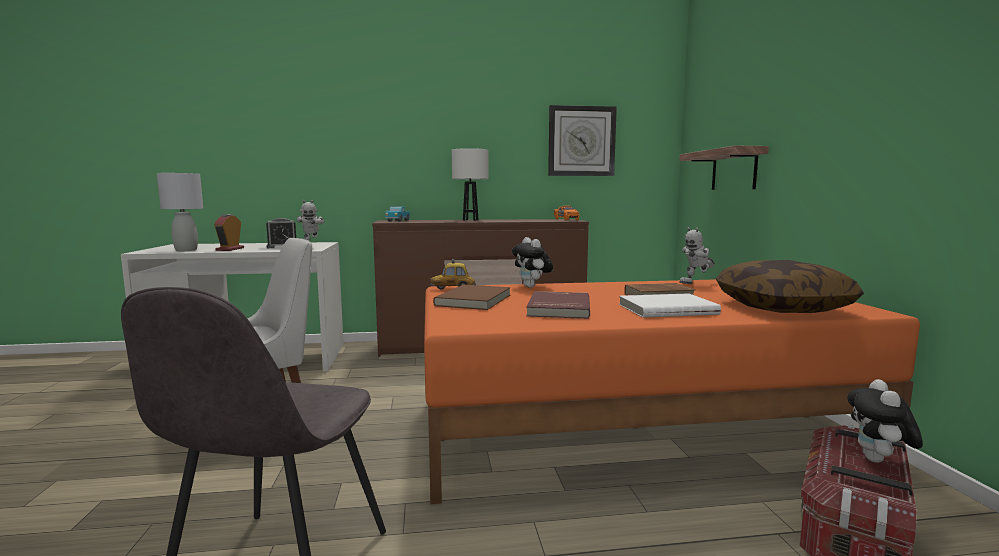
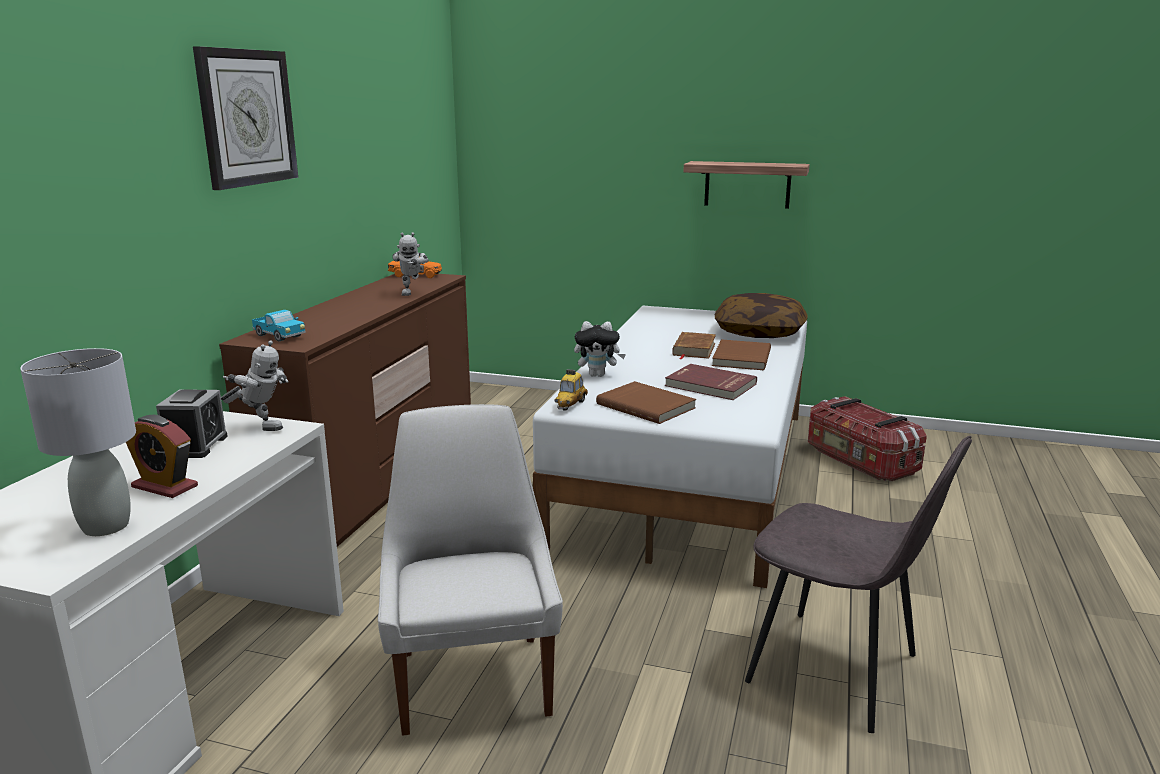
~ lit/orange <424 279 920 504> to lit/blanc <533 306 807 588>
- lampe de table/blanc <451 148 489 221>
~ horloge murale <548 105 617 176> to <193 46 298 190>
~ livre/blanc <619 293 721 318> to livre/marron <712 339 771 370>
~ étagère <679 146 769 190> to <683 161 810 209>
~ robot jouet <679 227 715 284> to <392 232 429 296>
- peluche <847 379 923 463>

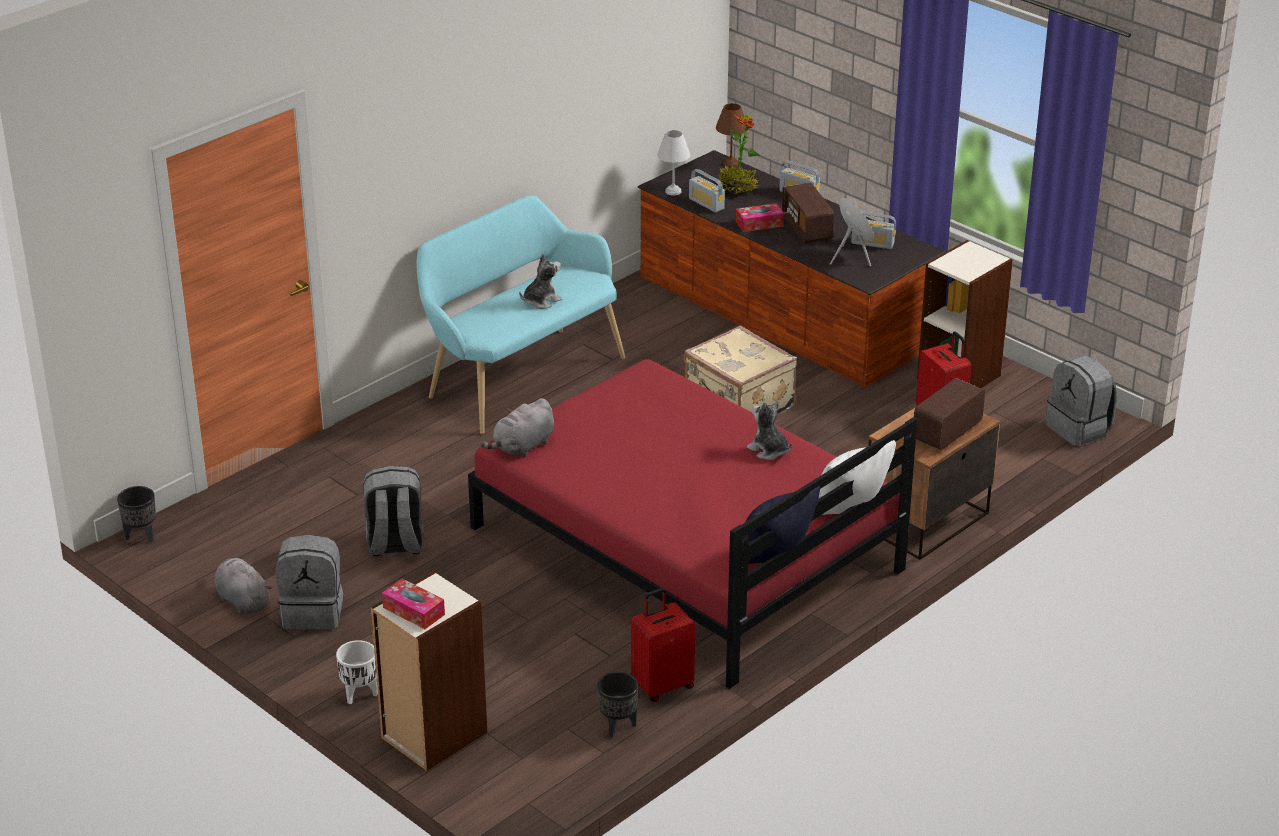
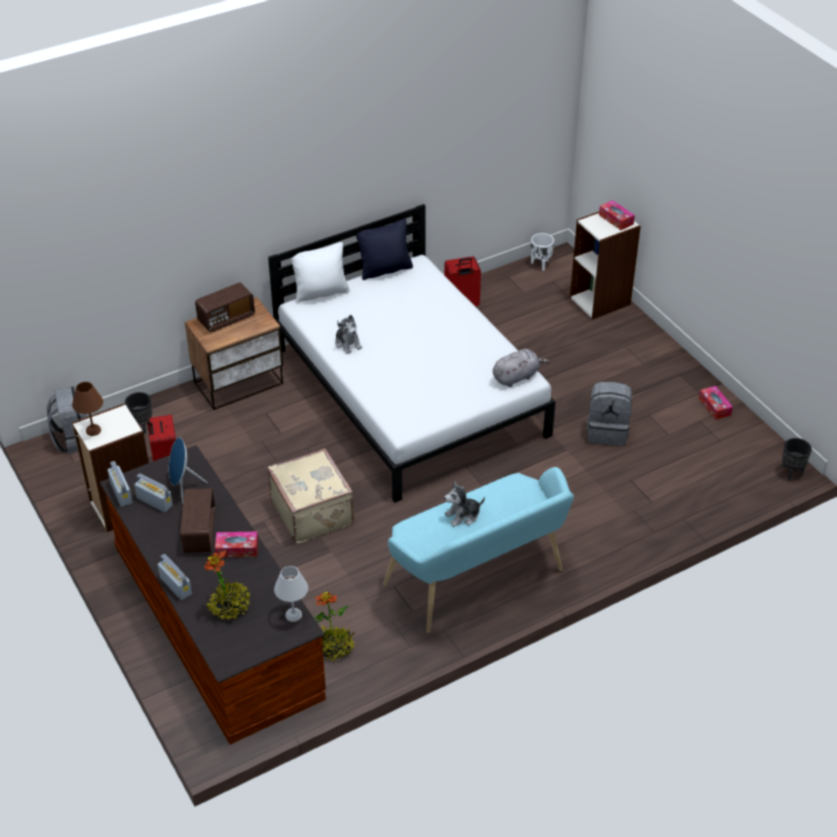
~ peluche/gris <215 558 272 615> to boîte à mouchoirs <699 386 733 420>
- sac à dos/gris <276 535 343 630>
~ cache-pot/blanc <336 640 377 705> to <531 233 554 271>
~ lit/rouge <468 359 917 689> to lit/blanc <268 204 555 503>
~ cache-pot/noir <597 672 638 738> to <125 392 152 434>
~ radio <689 169 725 212> to <108 461 132 507>
~ lampe de table/marron <716 103 747 168> to <72 382 103 436>
+ plante en pot <314 592 355 661>

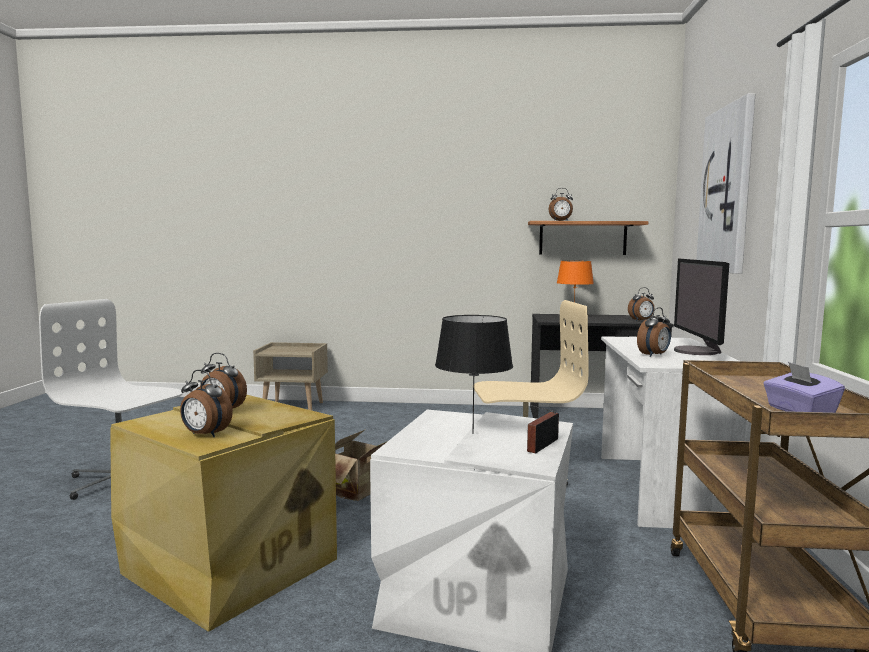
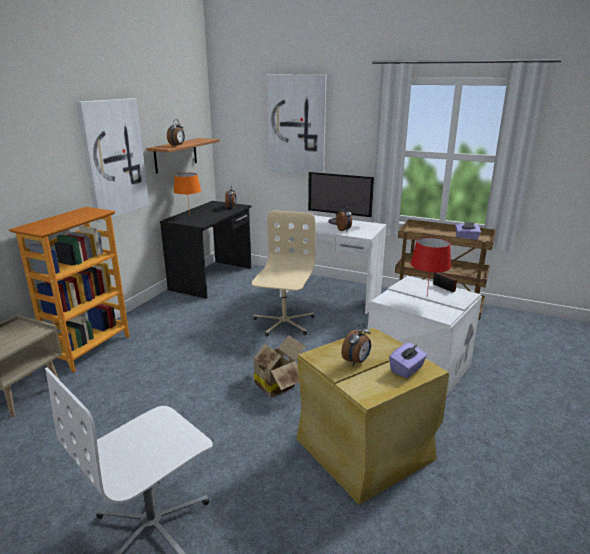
~ réveil <180 370 233 437> to boîte à mouchoirs/violet <389 343 427 378>
~ lampe de table/noir <435 315 513 434> to lampe de table/rouge <410 237 451 294>
+ bibliothèque <9 207 130 373>
+ tableau <76 98 149 222>

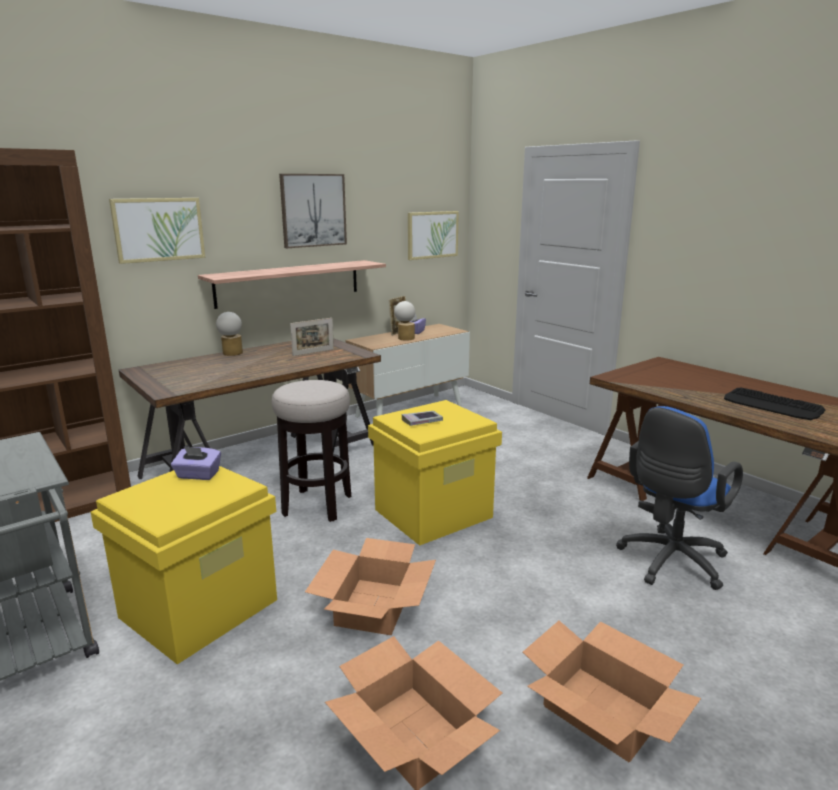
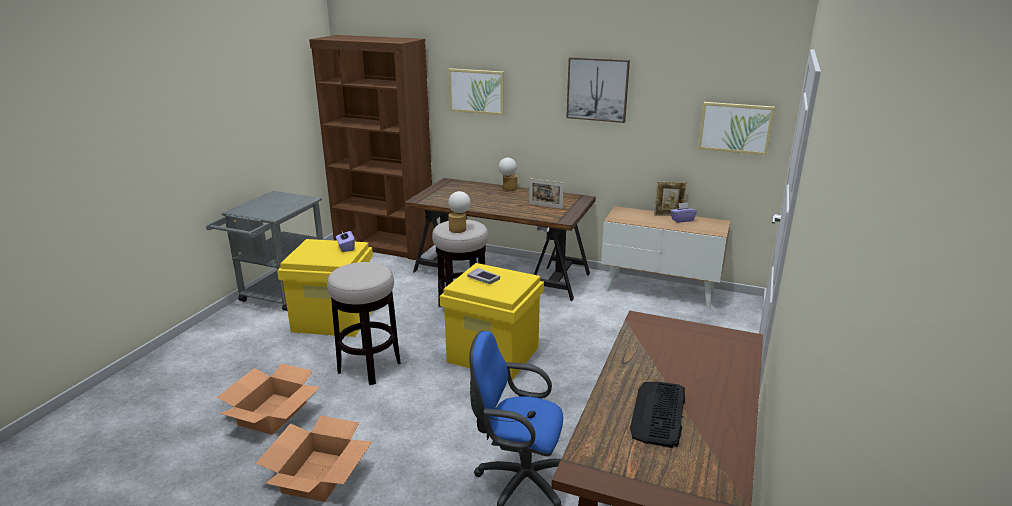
- étagère <198 260 386 309>
~ carton <305 538 436 635> to tabouret <327 262 401 385>
~ lampe de table <394 301 415 341> to <448 191 471 233>

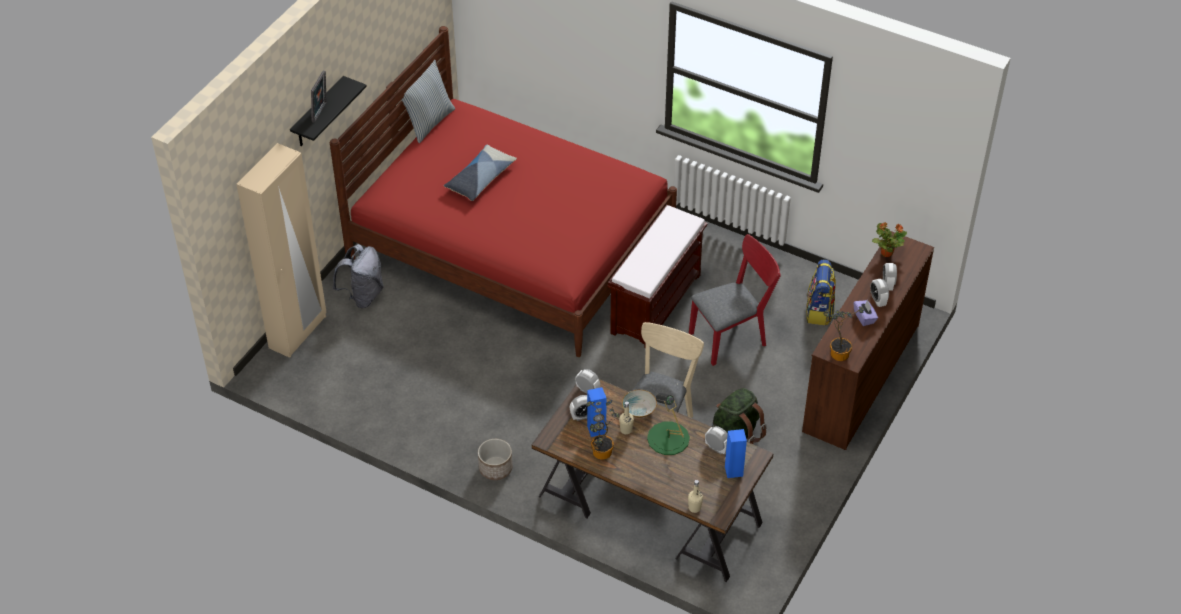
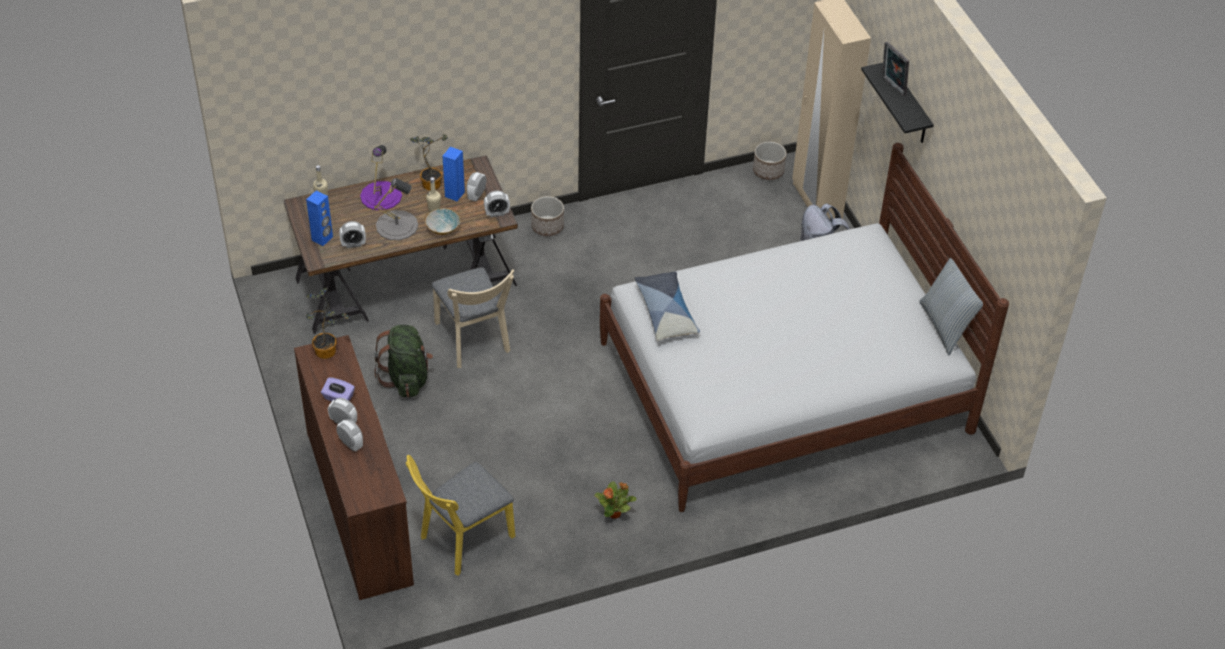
~ lit/rouge <330 26 677 357> to lit/blanc <600 143 1009 512>
~ coussin <444 145 517 201> to <635 271 700 341>
- banc/marron <608 205 708 348>
~ lampe de table/vert <647 393 690 455> to lampe de table/gris <374 178 418 240>
- chaise/rouge <689 234 781 366>
~ sac à dos <806 259 836 325> to chaise/jaune <406 455 515 576>
~ plante en pot <872 222 907 257> to <595 481 636 518>
+ lampe de table/violet <360 145 402 210>
+ cache-pot <753 142 787 180>

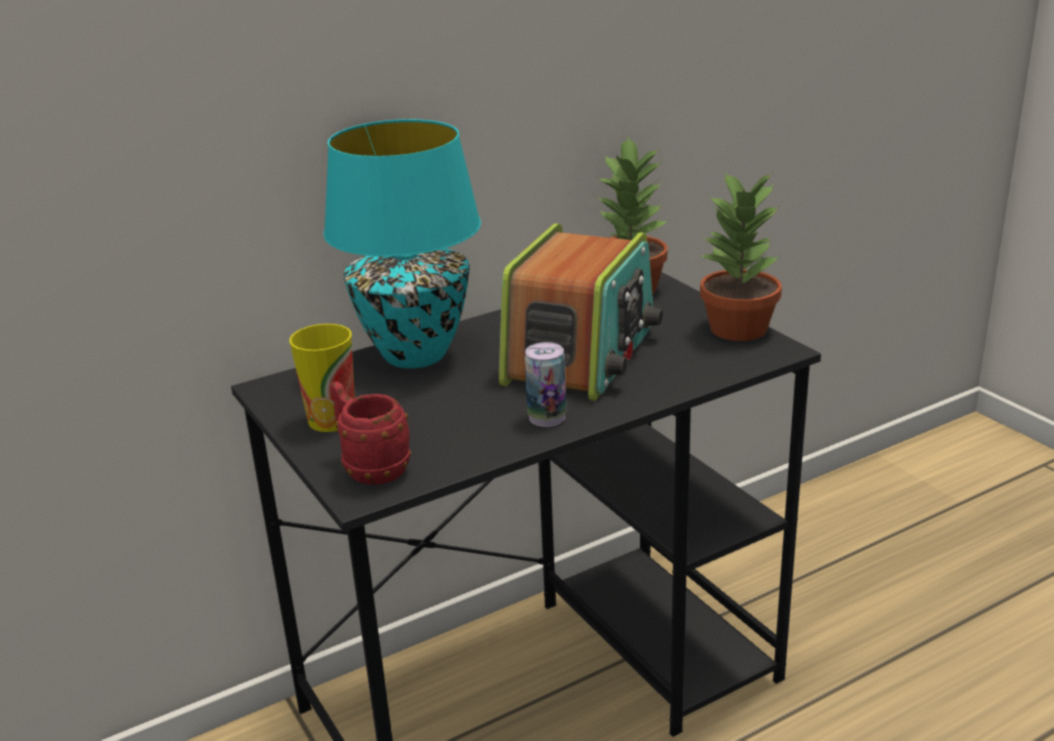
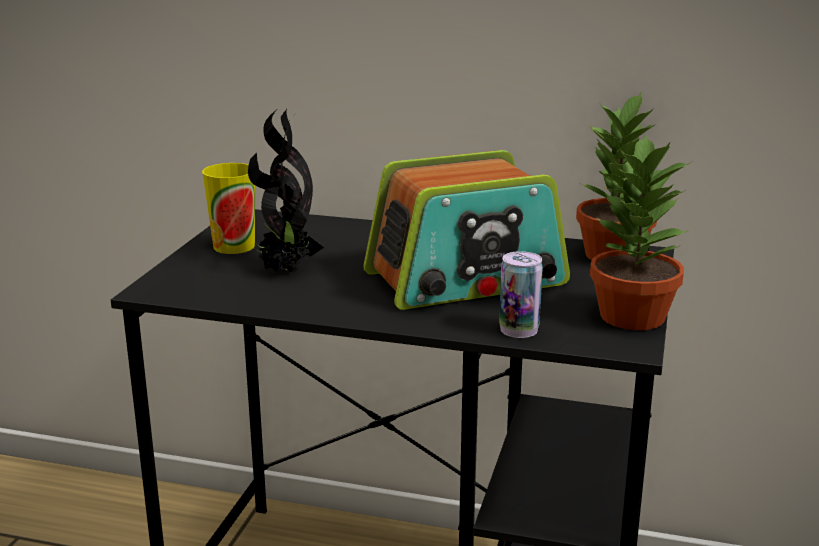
- lampe de table/turquoise <324 119 481 368>
- mug/rouge <330 381 411 485>
~ boîte métallique <525 342 566 427> to <499 251 543 338>
+ plante en pot <248 109 324 273>

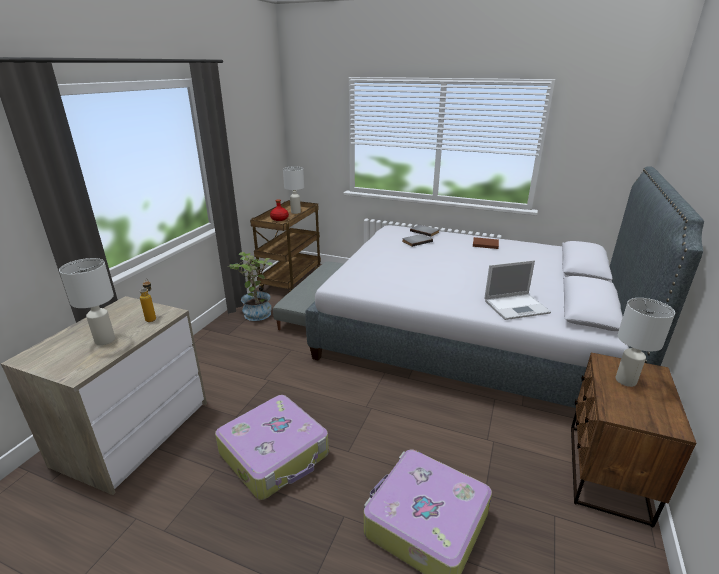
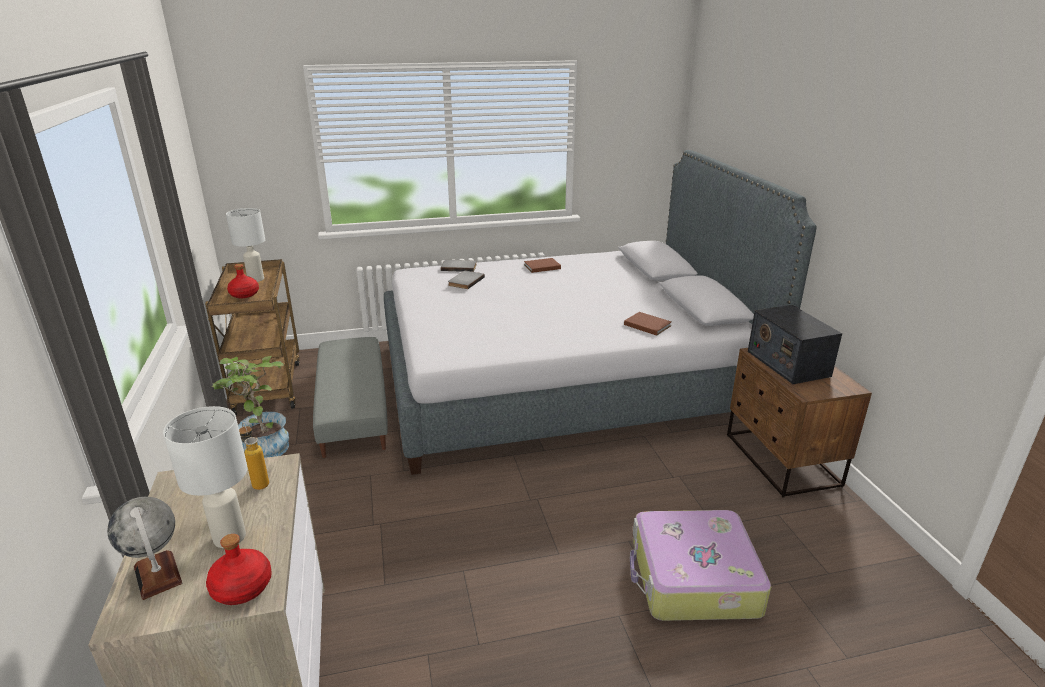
- valise <215 395 329 500>
~ ordinateur portable <484 260 551 320> to livre/marron <624 312 671 335>
~ lampe de table/blanc <616 298 675 387> to radio <748 305 842 384>
+ globe <107 497 182 600>
+ bouteille/rouge <206 534 272 605>

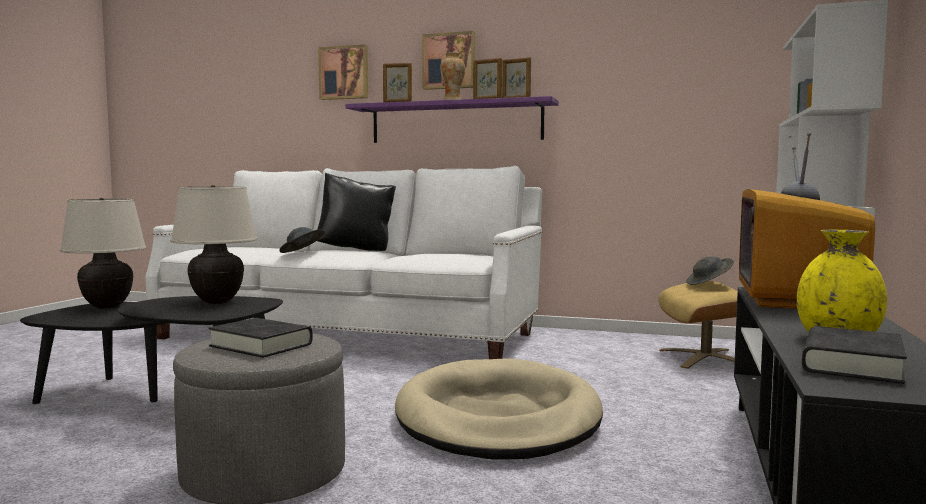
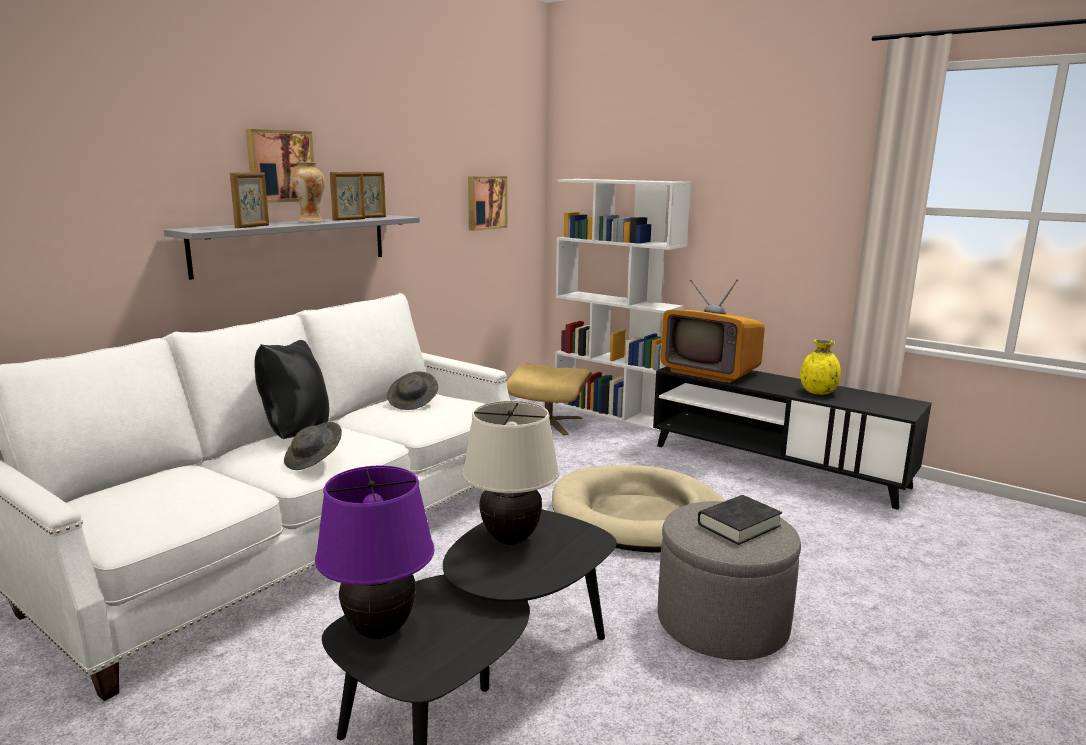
~ lampe de table/beige <60 198 146 309> to lampe de table/violet <315 466 434 639>
~ tableau <318 44 368 100> to <468 176 507 231>
~ étagère/violet <345 96 559 143> to étagère/gris <164 215 420 280>
~ chapeau/gris <686 256 734 285> to <387 371 438 410>
- livre/noir <802 326 907 384>

